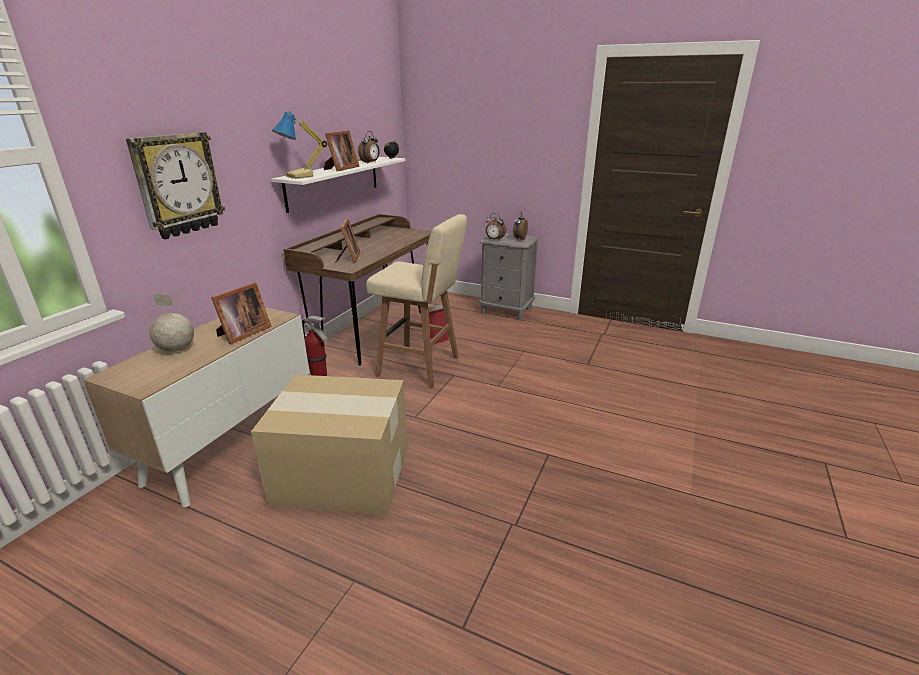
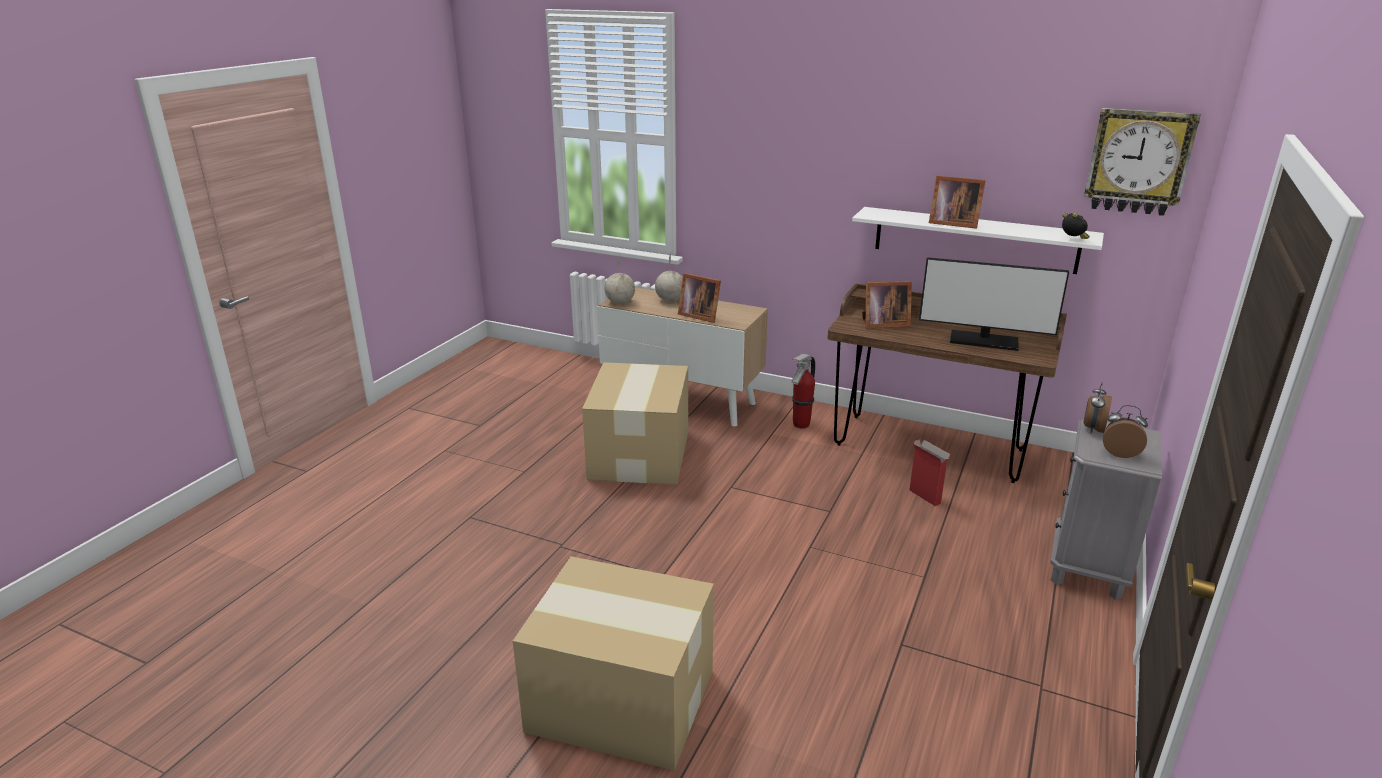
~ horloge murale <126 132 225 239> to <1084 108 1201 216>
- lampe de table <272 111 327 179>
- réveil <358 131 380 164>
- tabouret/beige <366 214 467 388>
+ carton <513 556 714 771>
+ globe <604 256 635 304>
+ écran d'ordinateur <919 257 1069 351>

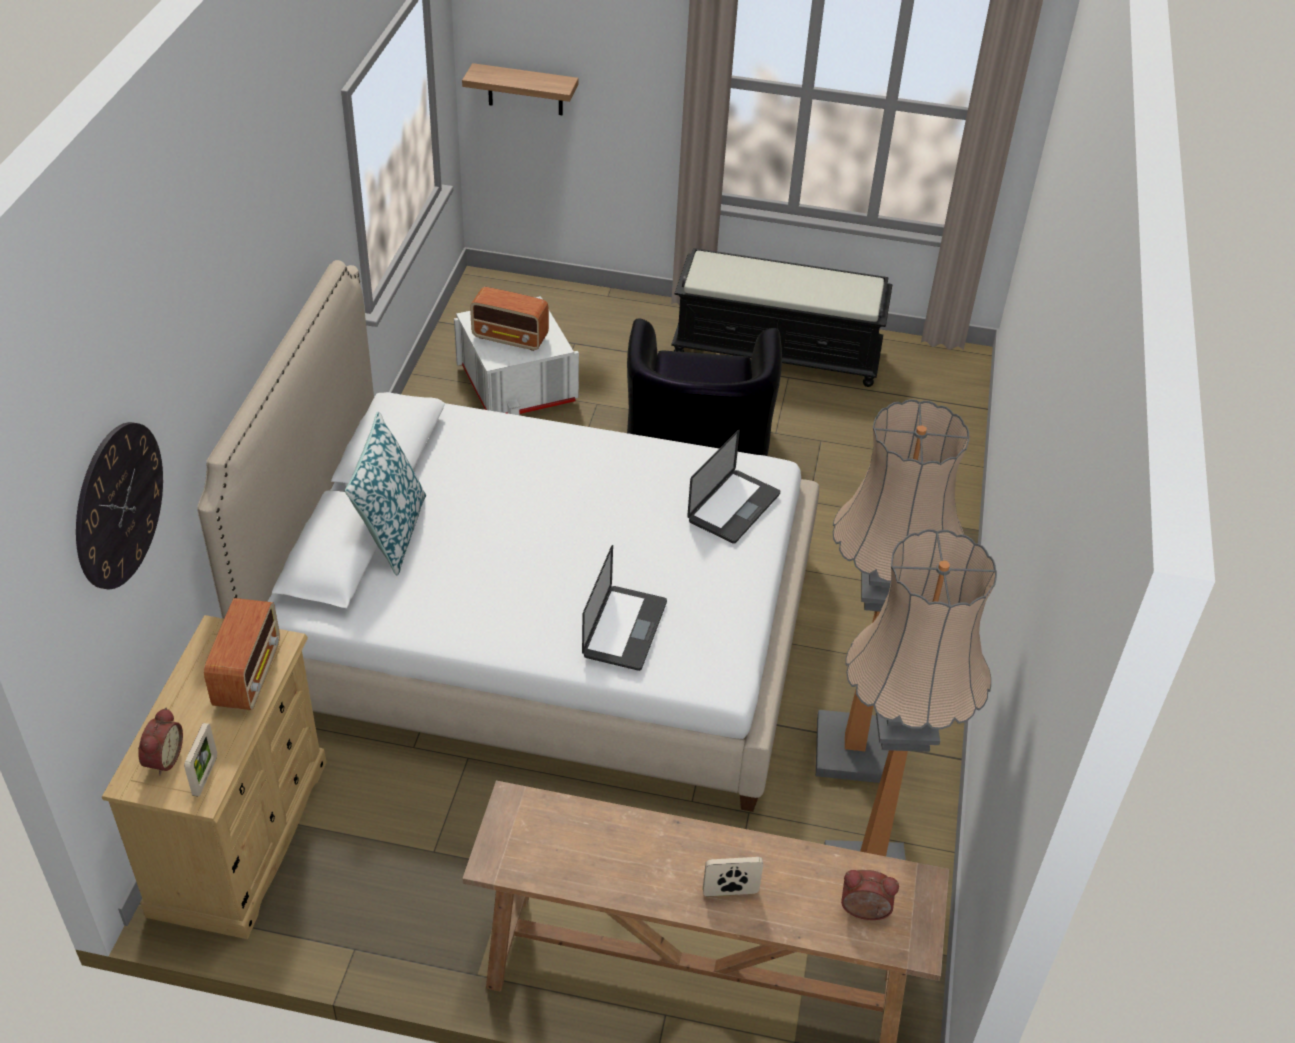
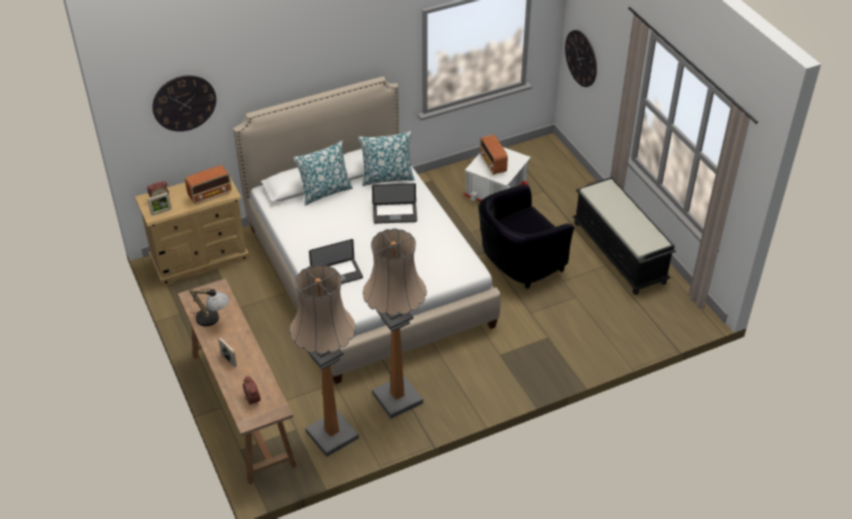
~ étagère <462 63 578 115> to horloge murale <565 30 597 87>
~ ordinateur portable <687 430 780 544> to <372 183 417 224>
+ lampe de table <189 288 229 326>
+ coussin <358 131 415 186>

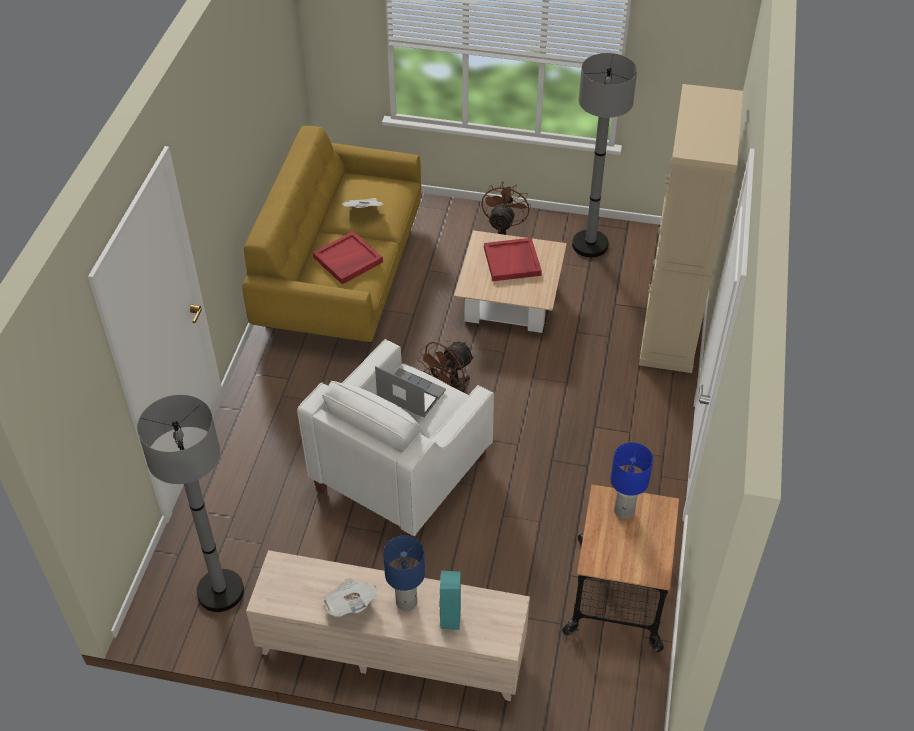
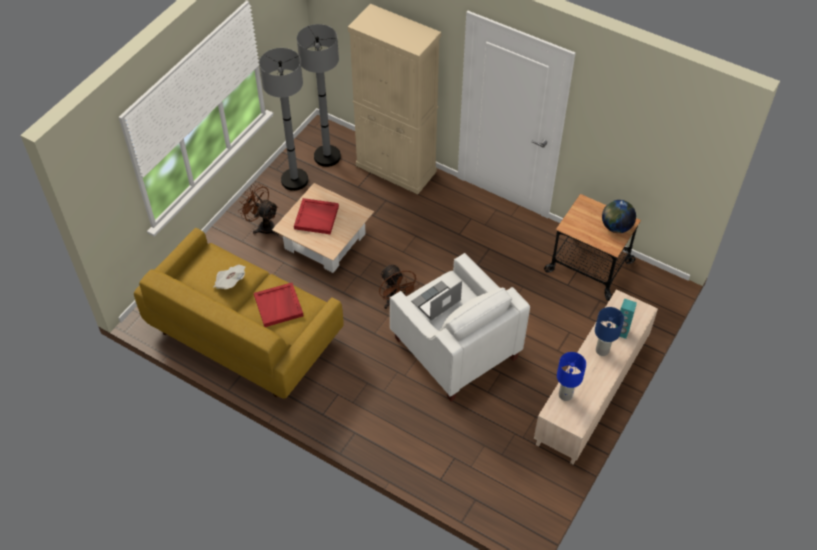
~ lampadaire/gris <137 395 244 612> to <297 24 341 167>
- journal <323 578 378 617>
~ lampe de table/bleu <610 442 653 519> to <557 352 586 401>
+ globe <602 200 636 233>

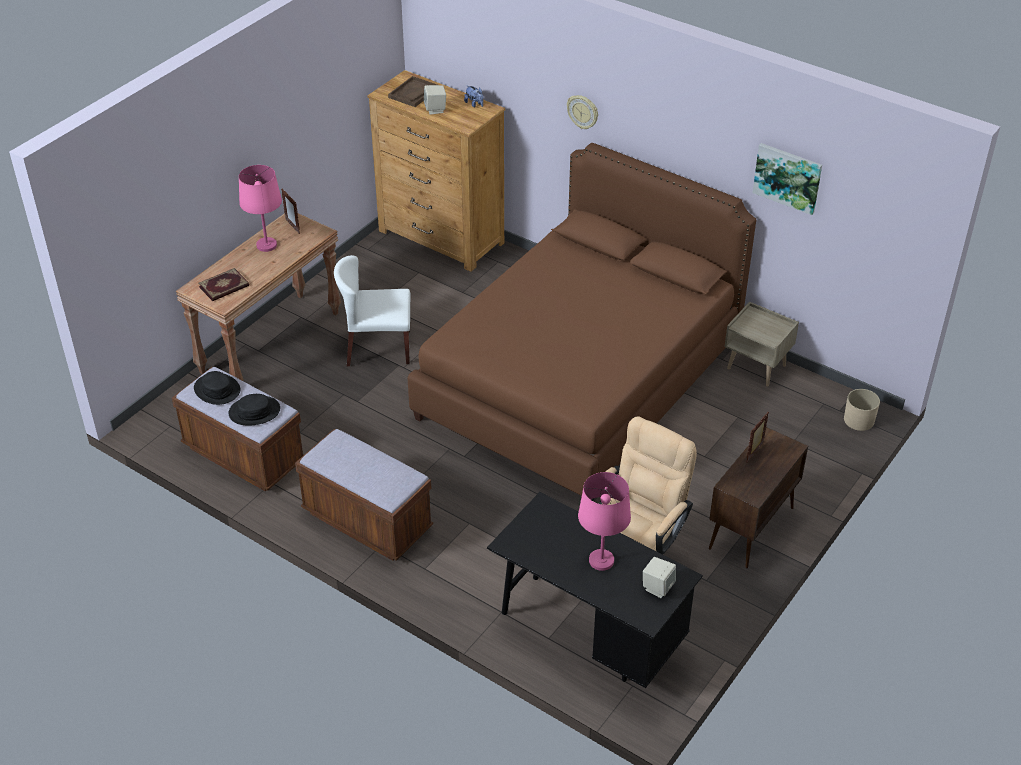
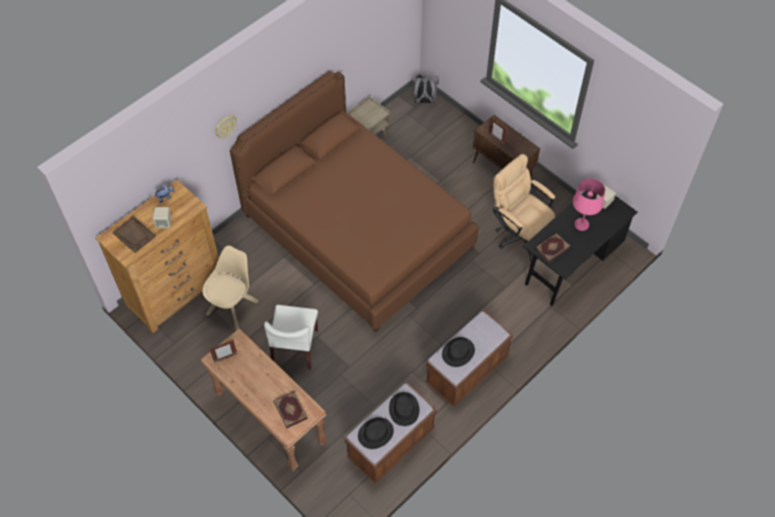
- lampe de table/rose <239 165 282 252>
- tableau <753 143 822 215>
~ cache-pot/beige <844 389 880 431> to sac à dos/gris <412 77 439 103>
+ chaise/beige <202 246 258 330>
+ chapeau/noir <442 337 475 367>
+ livre <535 233 570 263>

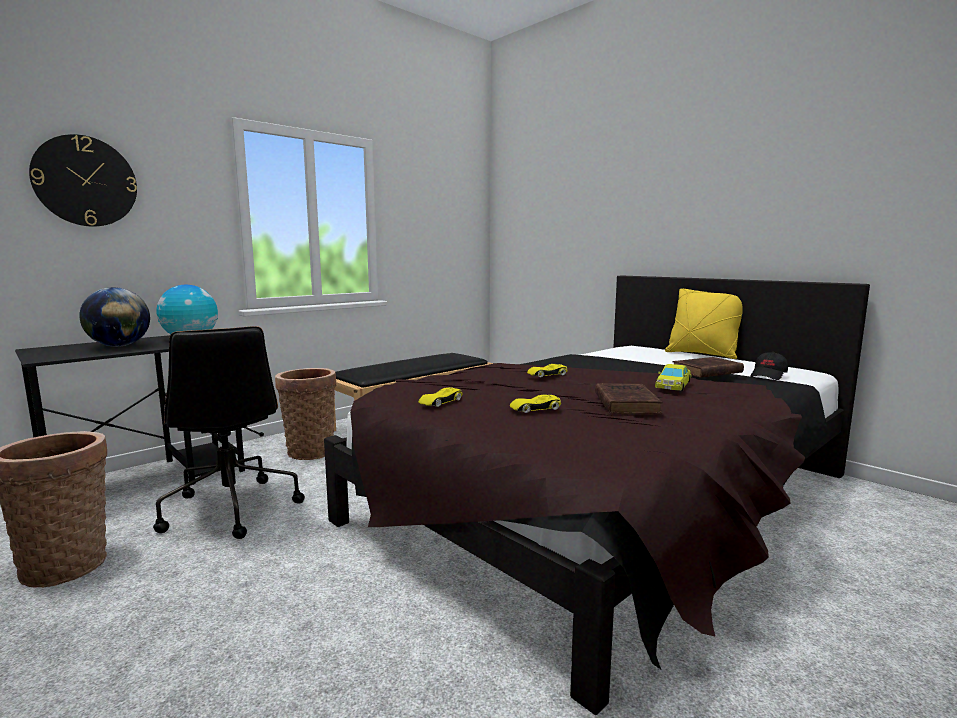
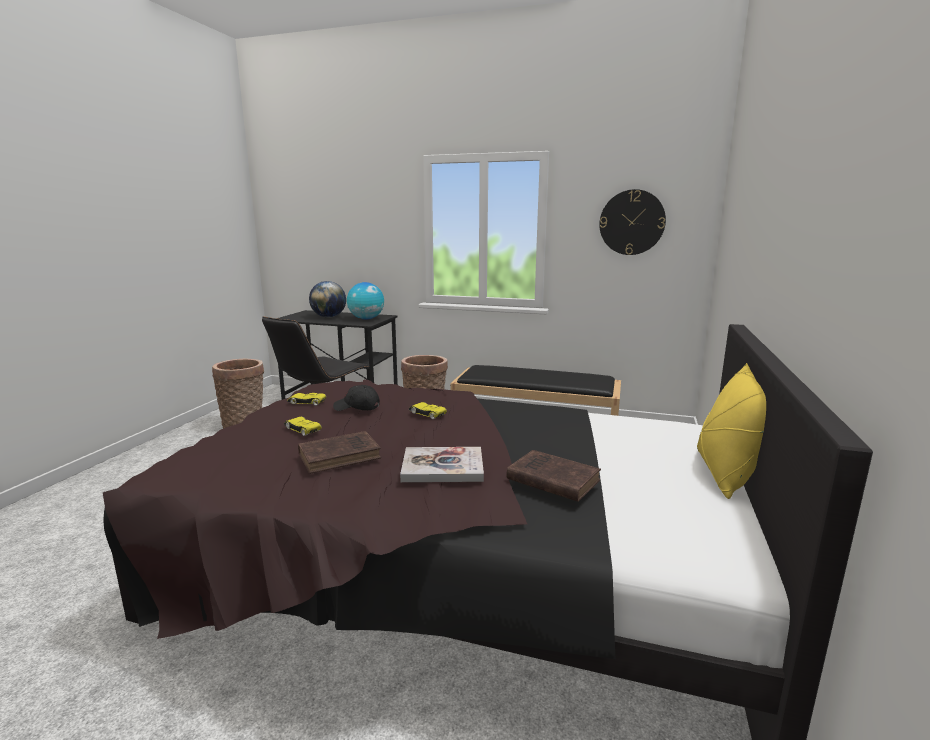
~ horloge murale <29 134 137 227> to <599 189 666 255>
~ petite voiture/jaune <655 364 691 391> to livre <400 447 484 482>
~ casquette/noir <751 352 788 380> to <333 385 380 411>

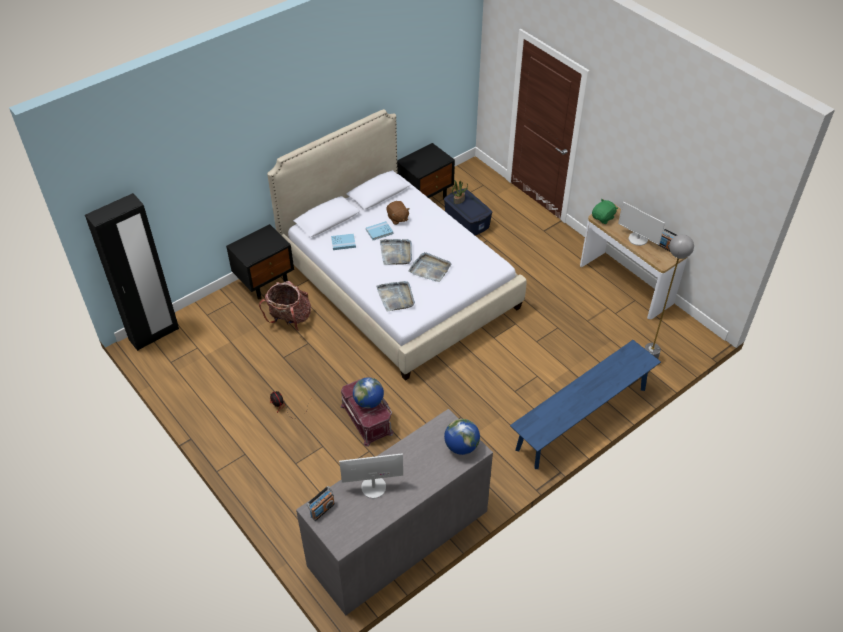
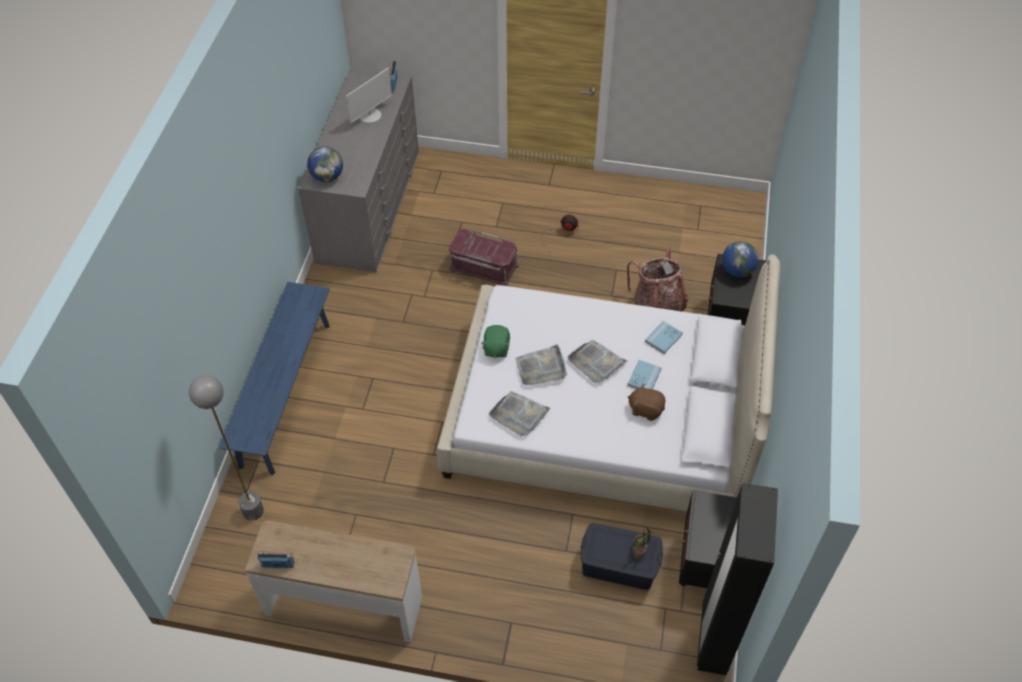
~ armoire/noir <85 193 179 351> to <697 483 778 675>
~ globe <353 377 384 408> to <722 241 759 277>
~ plateau/gris <376 281 415 311> to <489 391 551 436>
~ peluche/vert <592 199 618 224> to <481 325 510 358>
- écran d'ordinateur <618 202 665 246>

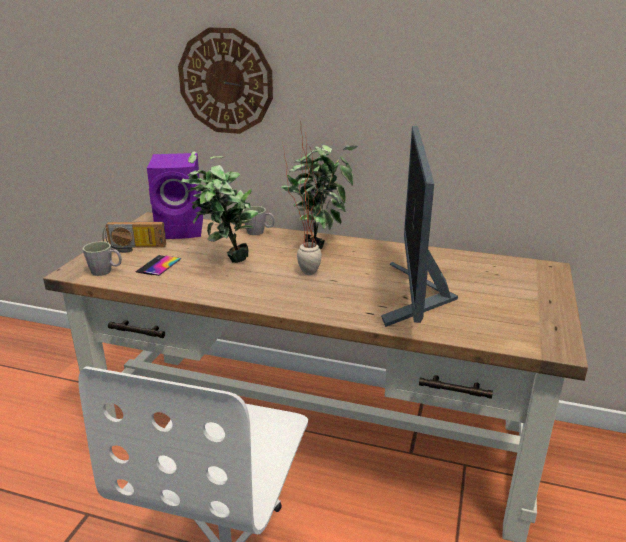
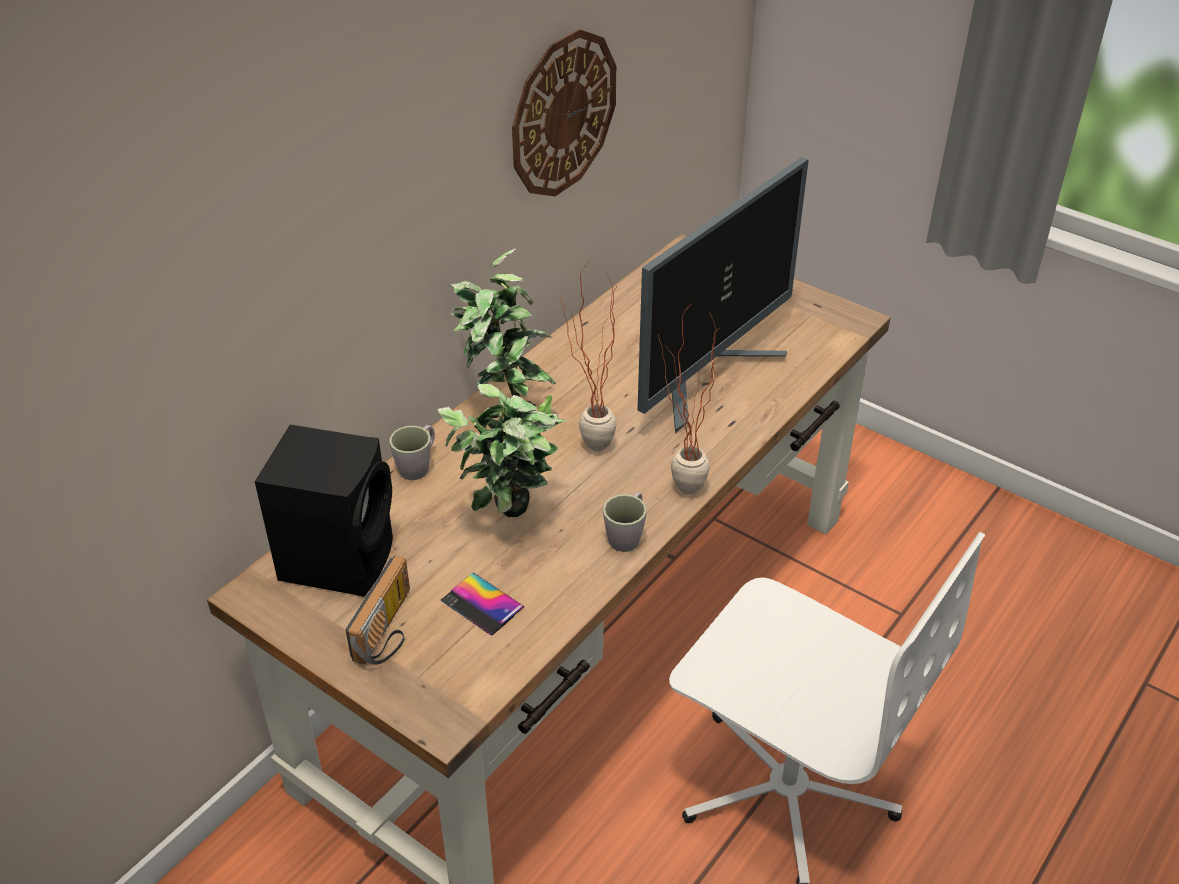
~ mug/gris <83 241 122 276> to <603 492 647 552>
~ enceinte/violet <147 153 203 239> to enceinte/noir <255 425 393 597>
~ horloge murale <178 27 273 134> to <512 29 616 196>
~ écran d'ordinateur <381 126 458 327> = <637 157 809 433> 75 degrees counterclockwise
+ plante en pot <658 303 720 495>

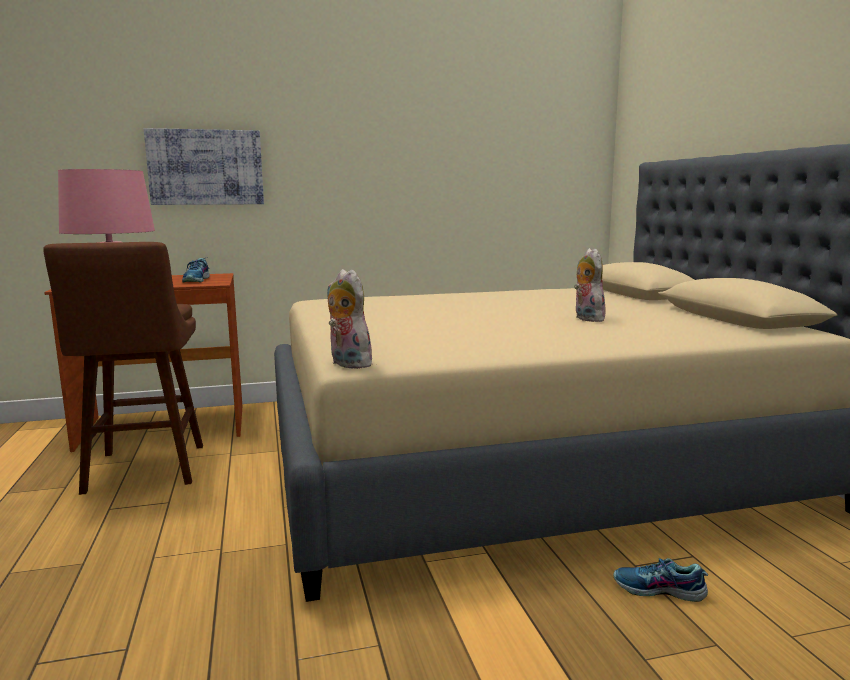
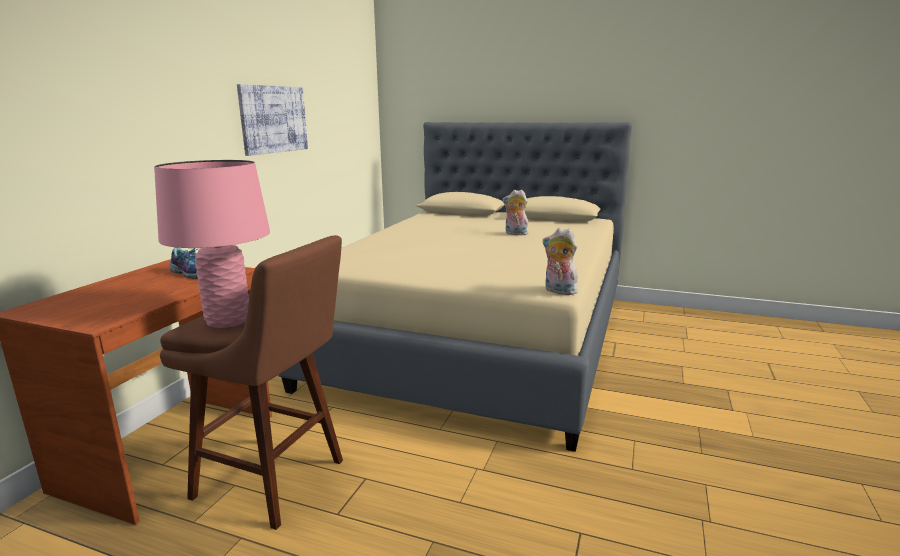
~ tableau <144 128 264 205> to <237 84 308 156>
~ peluche <327 269 372 369> = <542 228 578 295> 45 degrees clockwise
- chaussure <613 558 708 602>

